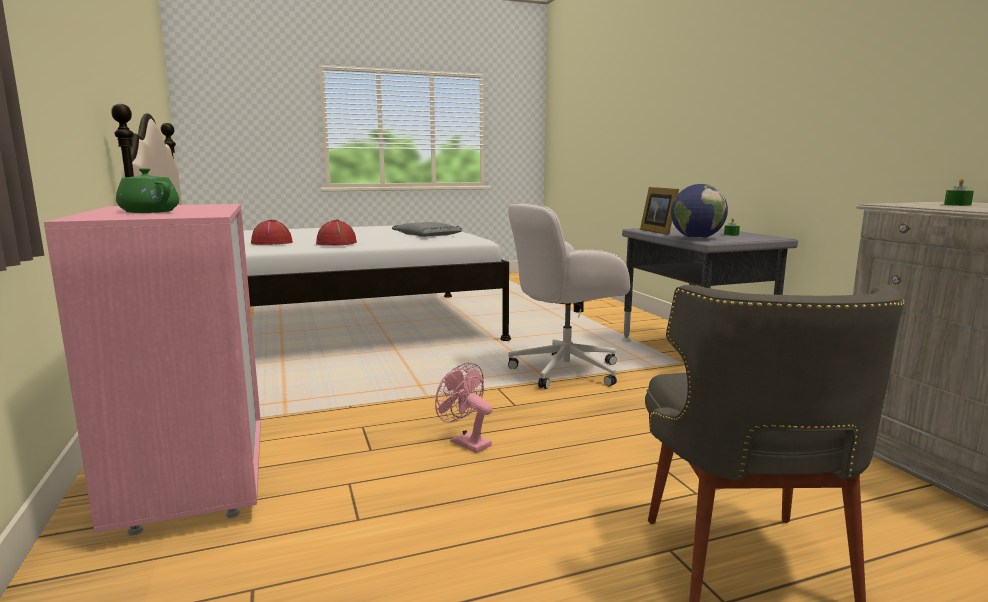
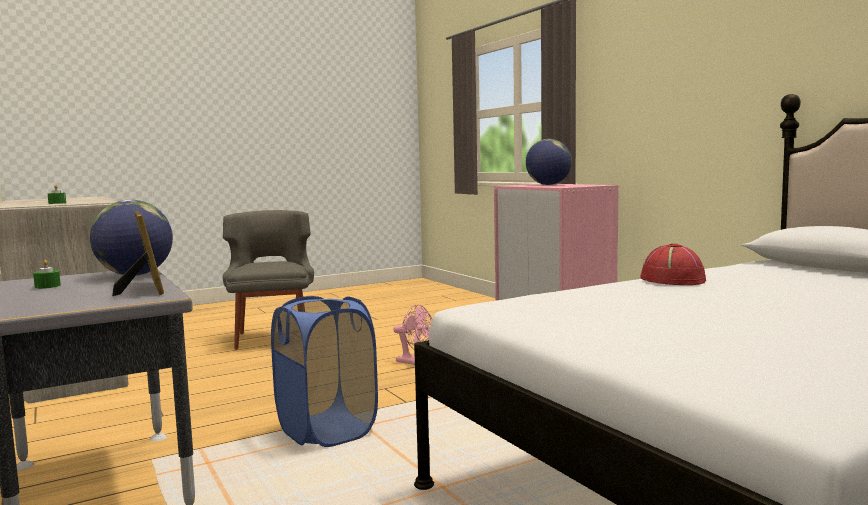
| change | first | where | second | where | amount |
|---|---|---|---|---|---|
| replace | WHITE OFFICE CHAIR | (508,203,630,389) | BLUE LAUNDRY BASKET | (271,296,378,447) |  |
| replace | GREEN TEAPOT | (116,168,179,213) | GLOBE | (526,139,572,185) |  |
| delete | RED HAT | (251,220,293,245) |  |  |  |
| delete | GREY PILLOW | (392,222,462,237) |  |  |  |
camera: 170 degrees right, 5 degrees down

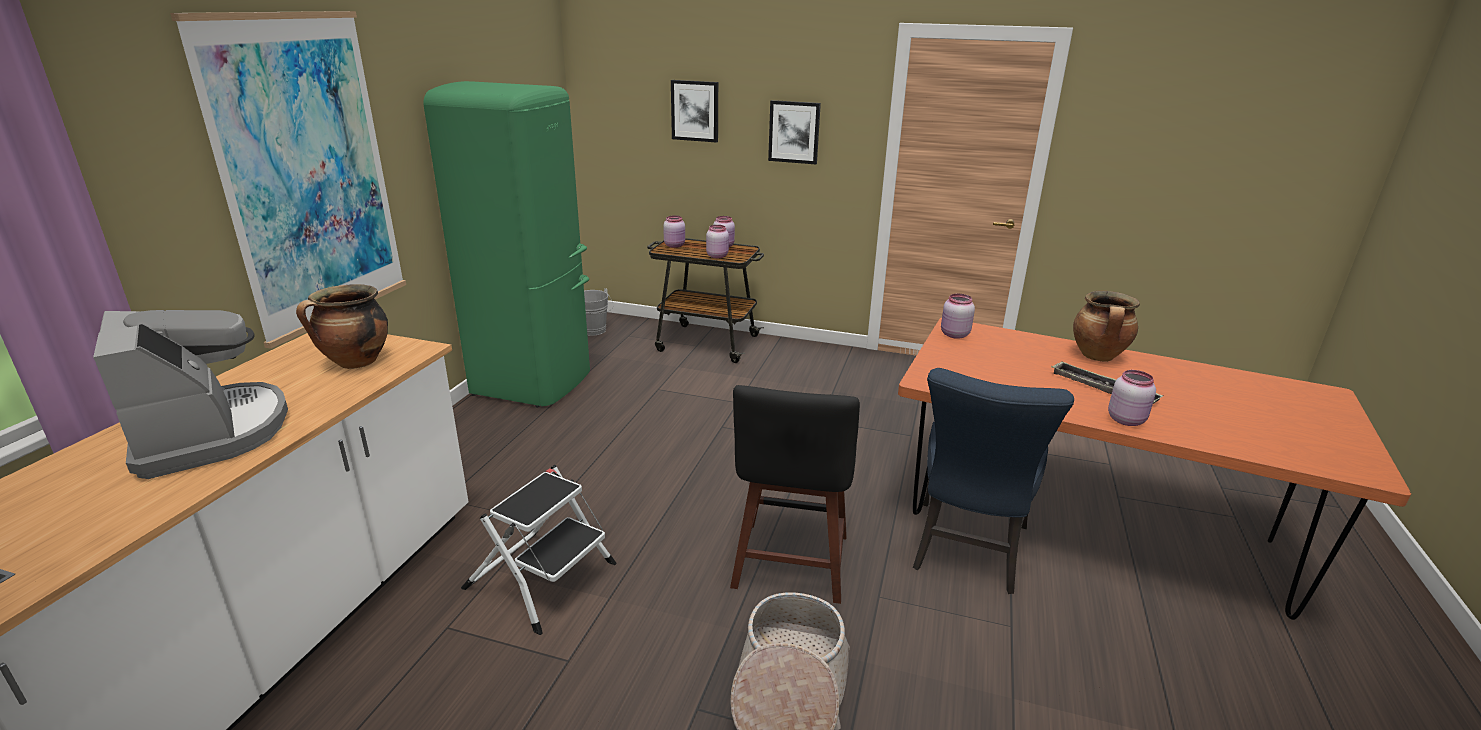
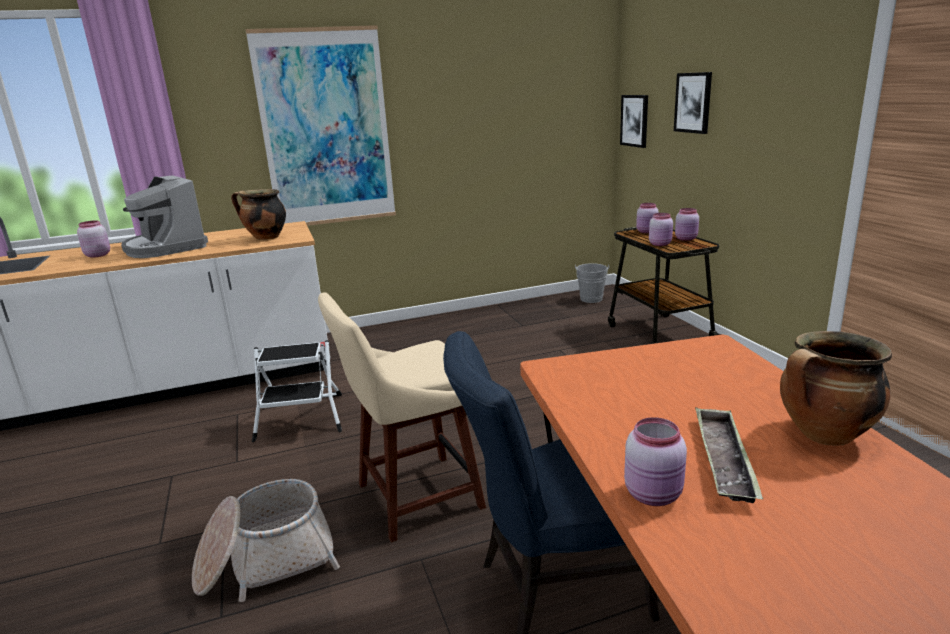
| change | first | where | second | where | amount |
|---|---|---|---|---|---|
| move | PINK JAR | (941,294,975,339) |  | (77,220,110,258) |  |
| rotate | COFFEE MACHINE | (93,310,288,479) |  | (121,175,208,258) | 120 degrees clockwise |
| recolor | BLACK STOOL | (730,385,860,604) | BEIGE STOOL | (318,292,486,542) |  |
| move | PICTURE | (768,100,821,164) |  | (620,95,648,148) |  |
| delete | GREEN FRIDGE | (423,81,590,408) |  |  |  |
camera: 55 degrees right, 5 degrees down

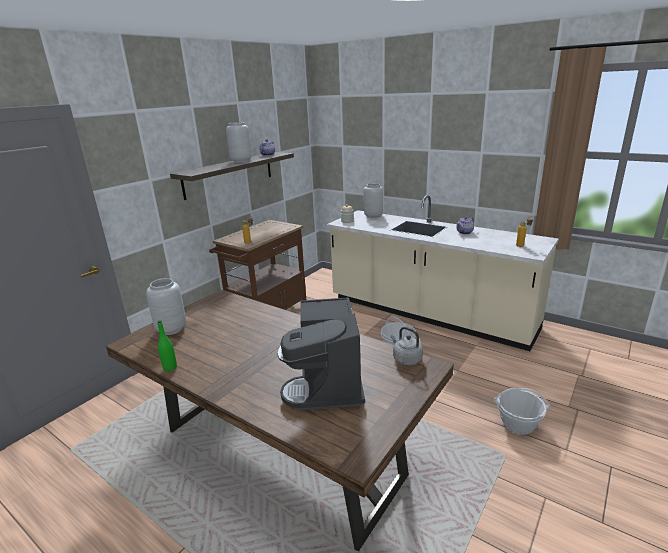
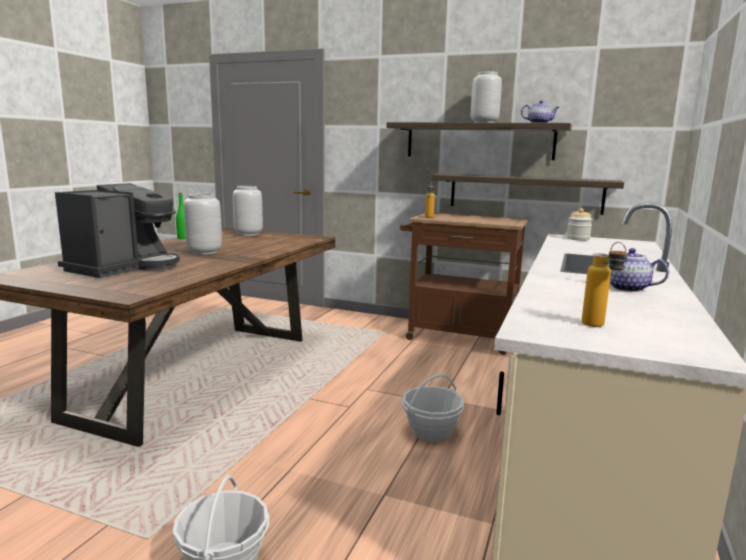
| change | first | where | second | where | amount |
|---|---|---|---|---|---|
| rotate | COFFEE MACHINE | (278,297,365,410) |  | (55,183,180,278) | 135 degrees clockwise |
| move | GREY VASE | (364,183,383,218) |  | (184,193,222,255) |  |
| insert |  |  | SHELF | (432,174,624,215) |  |
| delete | GREY KETTLE | (390,327,423,365) |  |  |  |
camera: 75 degrees right, 10 degrees down

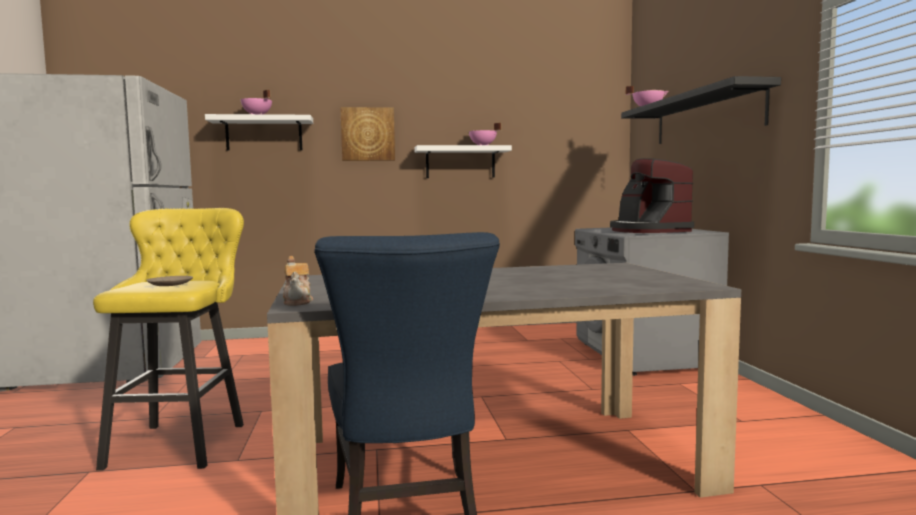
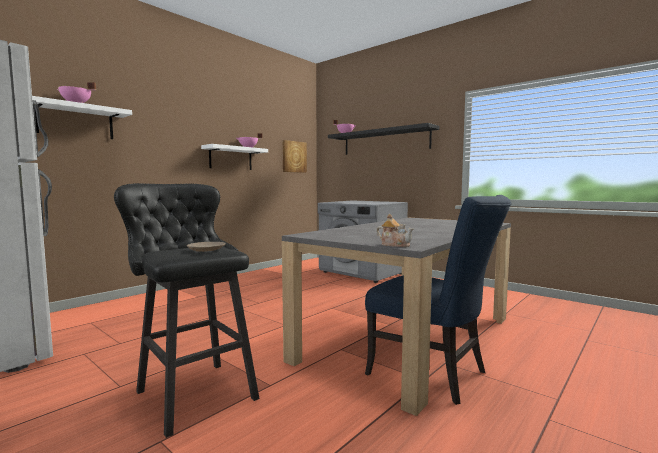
| change | first | where | second | where | amount |
|---|---|---|---|---|---|
| recolor | YELLOW STOOL | (93,208,244,471) | BLACK STOOL | (114,183,260,438) |  |
| move | PICTURE | (340,107,395,161) |  | (283,140,307,173) |  |
| delete | COFFEE MACHINE | (610,158,694,233) |  |  |  |
camera: 40 degrees left, 0 degrees up

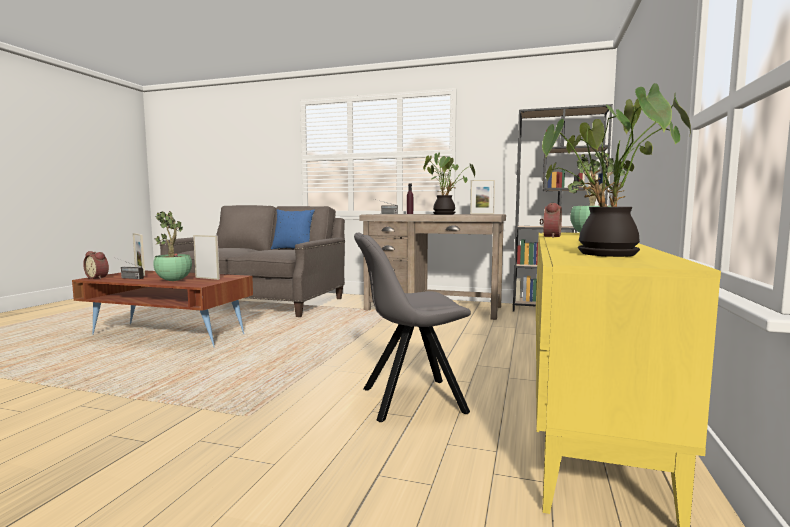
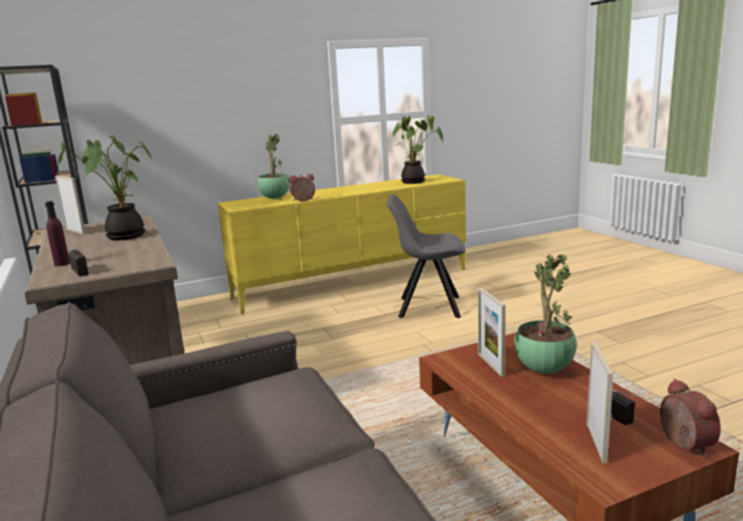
| change | first | where | second | where | amount |
|---|---|---|---|---|---|
| rotate | GREY CHAIR | (354,232,471,422) |  | (387,194,466,318) | 150 degrees clockwise |
| delete | BLUE PILLOW | (271,209,315,249) |  |  |  |
camera: 130 degrees left, 10 degrees up

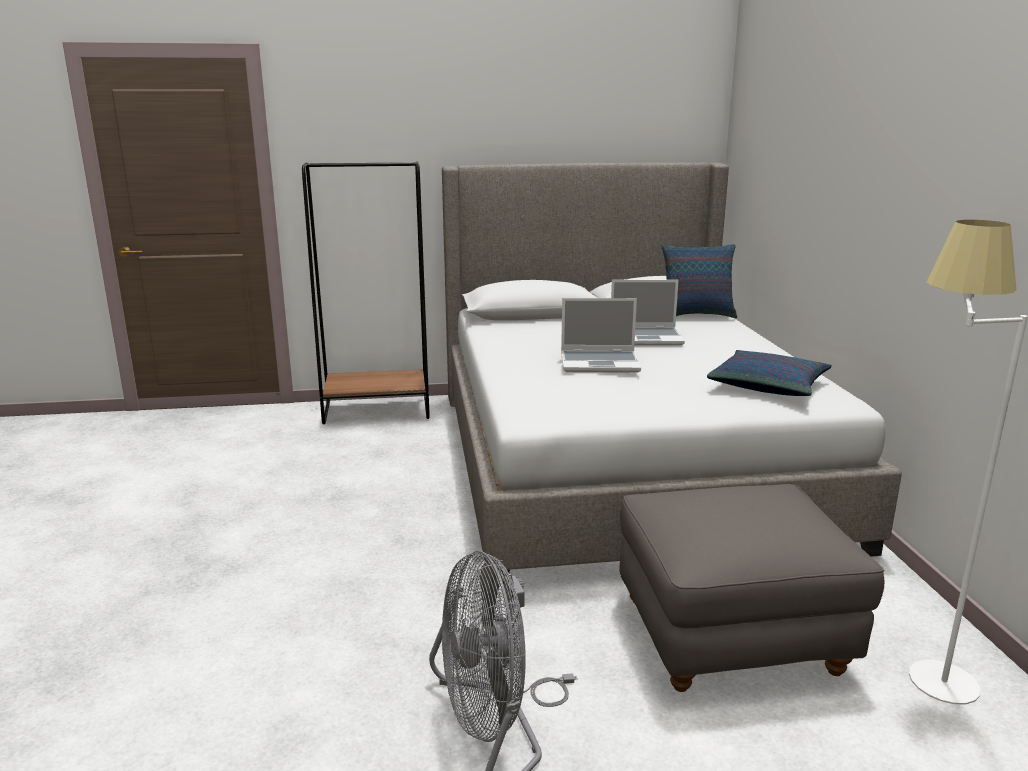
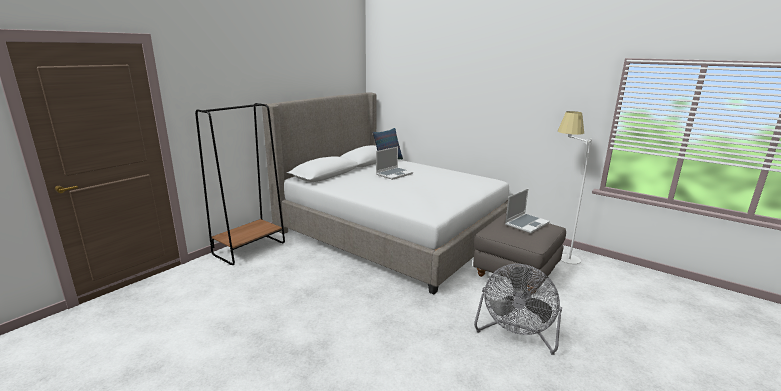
| change | first | where | second | where | amount |
|---|---|---|---|---|---|
| move | LAPTOP | (561,298,641,373) |  | (505,189,550,233) |  |
| delete | BLUE PILLOW | (707,350,832,396) |  |  |  |
camera: 45 degrees left, 0 degrees up

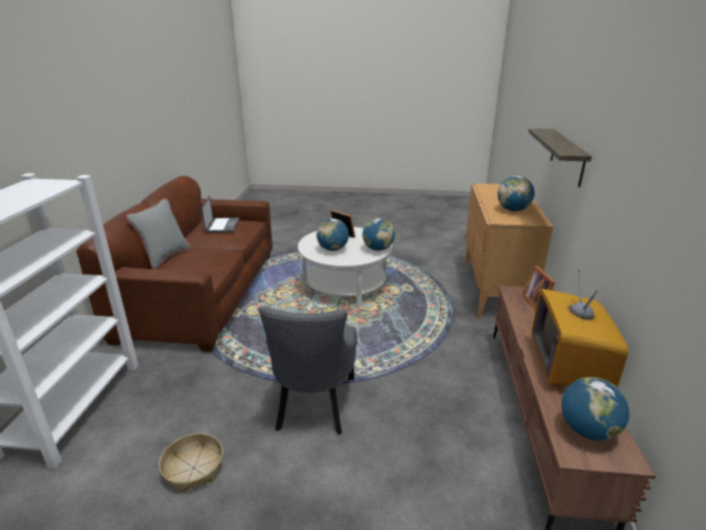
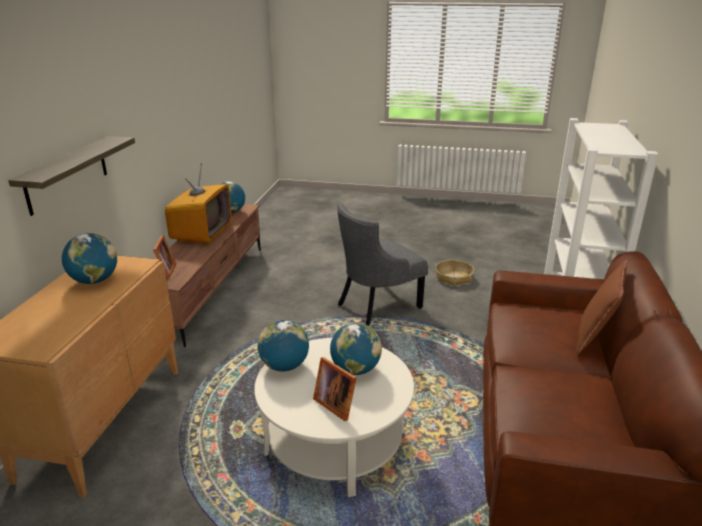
| change | first | where | second | where | amount |
|---|---|---|---|---|---|
| rotate | GREY ARMCHAIR | (258,306,357,435) |  | (337,203,428,326) | 135 degrees counterclockwise |
| recolor | GREY PILLOW | (126,198,190,269) | BROWN PILLOW | (576,260,627,355) |  |
| delete | LAPTOP | (201,196,239,233) |  |  |  |
camera: 175 degrees left, 0 degrees up

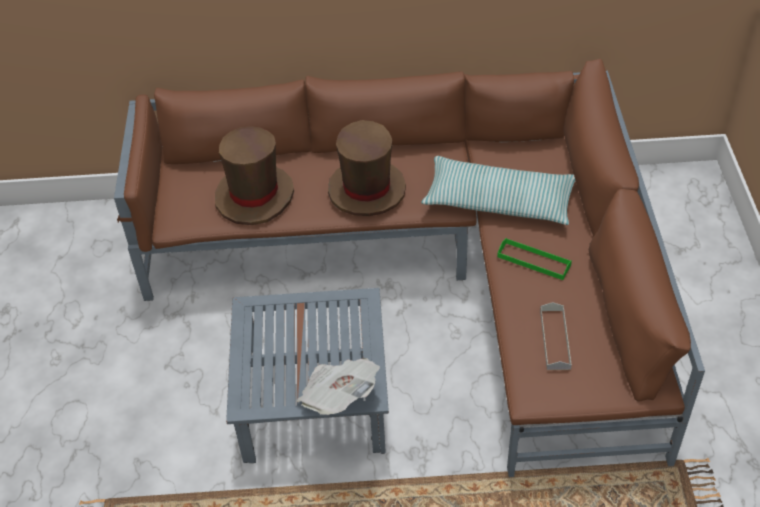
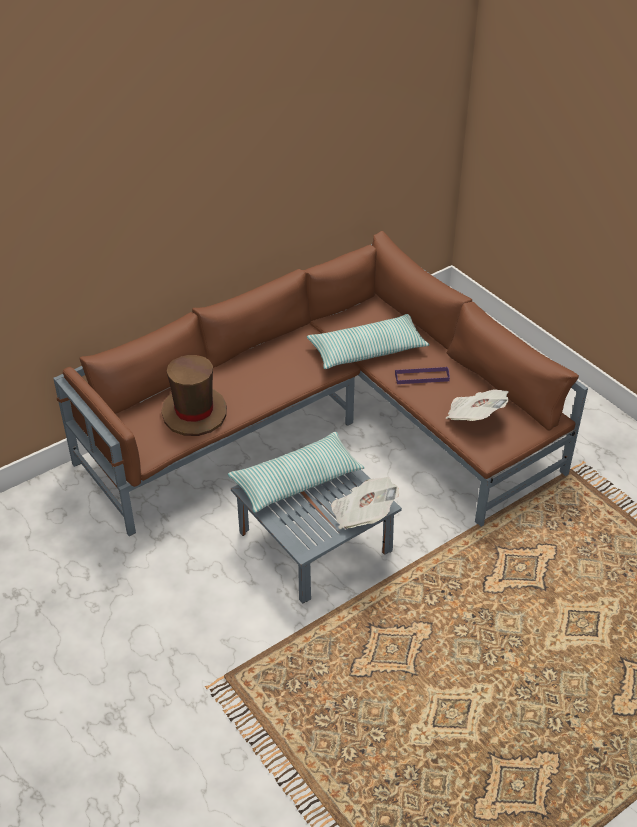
| change | first | where | second | where | amount |
|---|---|---|---|---|---|
| insert |  |  | PILLOW | (228,432,365,513) |  |
| recolor | GREEN TRAY | (497,238,572,280) | PURPLE TRAY | (395,367,450,384) |  |
| replace | GREY TRAY | (540,302,572,370) | NEWSPAPER | (446,389,509,421) |  |
| delete | BROWN HAT | (328,120,406,216) |  |  |  |
camera: 35 degrees left, 5 degrees down

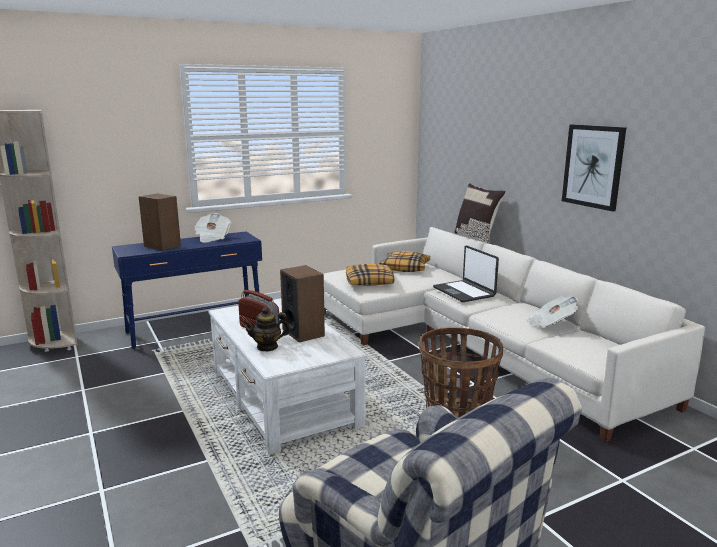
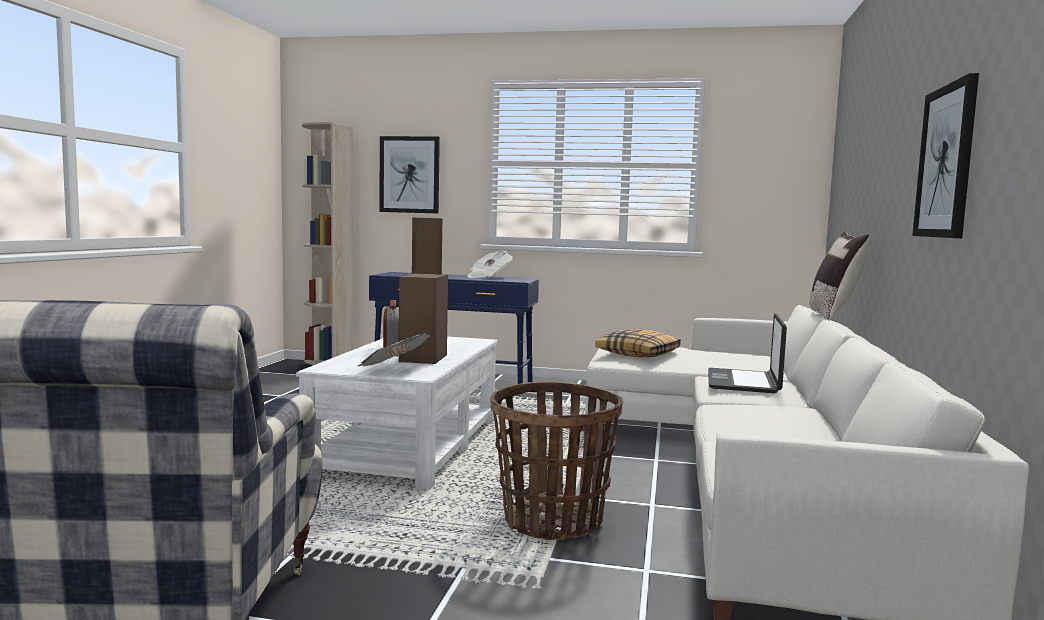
| change | first | where | second | where | amount |
|---|---|---|---|---|---|
| move | NEWSPAPER | (527,296,579,328) |  | (358,333,430,367) |  |
| insert |  |  | PICTURE | (379,136,440,214) |  |
| delete | TEAPOT | (243,307,290,351) |  |  |  |
| delete | PILLOW | (380,251,430,272) |  |  |  |
camera: 40 degrees right, 10 degrees down

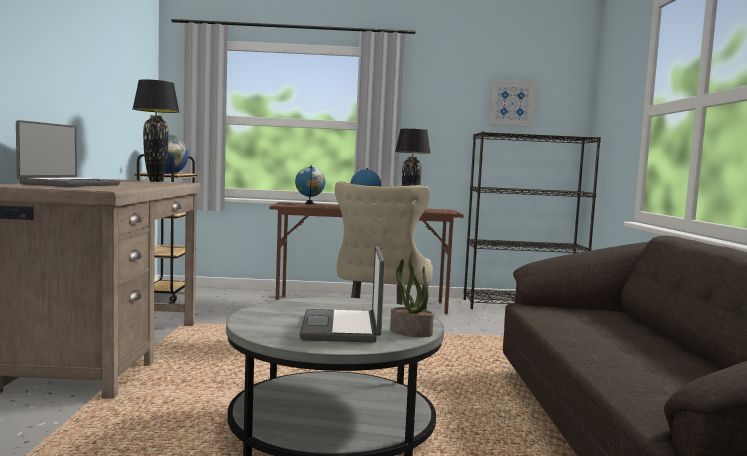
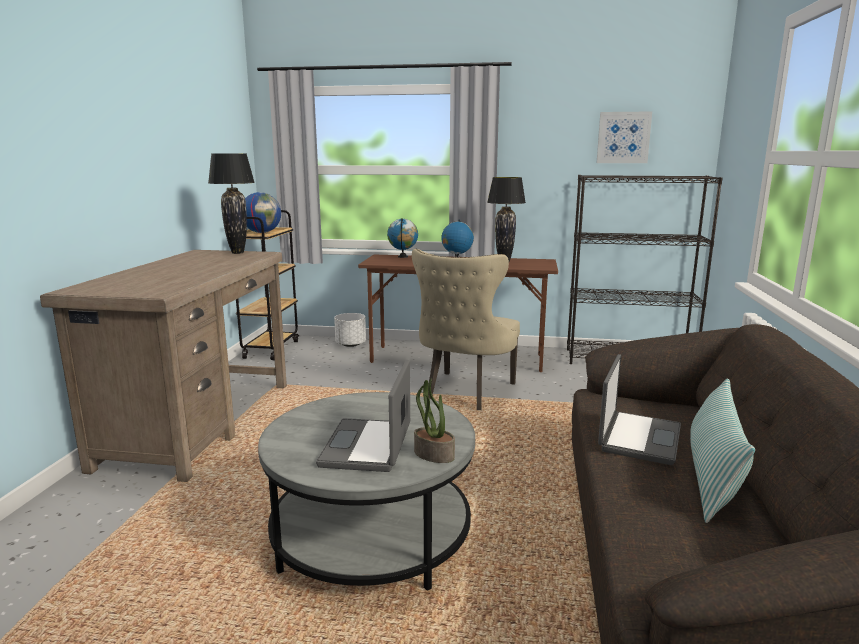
| change | first | where | second | where | amount |
|---|---|---|---|---|---|
| insert |  |  | WHITE PLANTER | (334,313,366,347) |  |
| move | LAPTOP | (16,120,120,187) |  | (598,354,681,465) |  |
| insert |  |  | PILLOW | (690,378,755,523) |  |
camera: 10 degrees right, 10 degrees up

